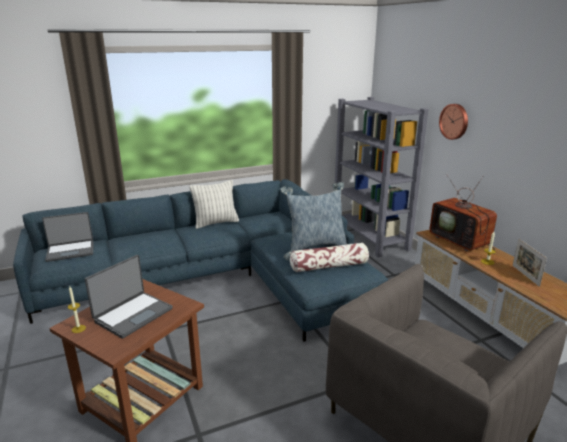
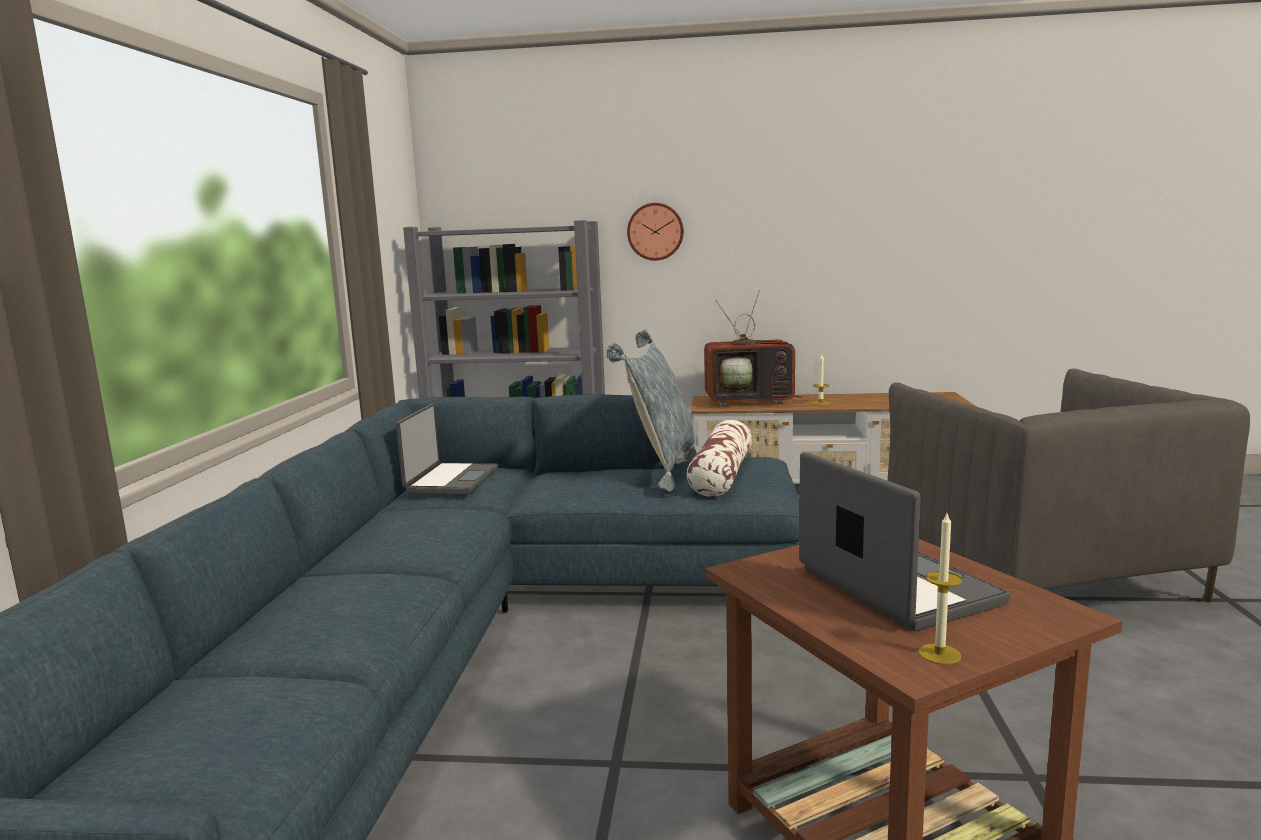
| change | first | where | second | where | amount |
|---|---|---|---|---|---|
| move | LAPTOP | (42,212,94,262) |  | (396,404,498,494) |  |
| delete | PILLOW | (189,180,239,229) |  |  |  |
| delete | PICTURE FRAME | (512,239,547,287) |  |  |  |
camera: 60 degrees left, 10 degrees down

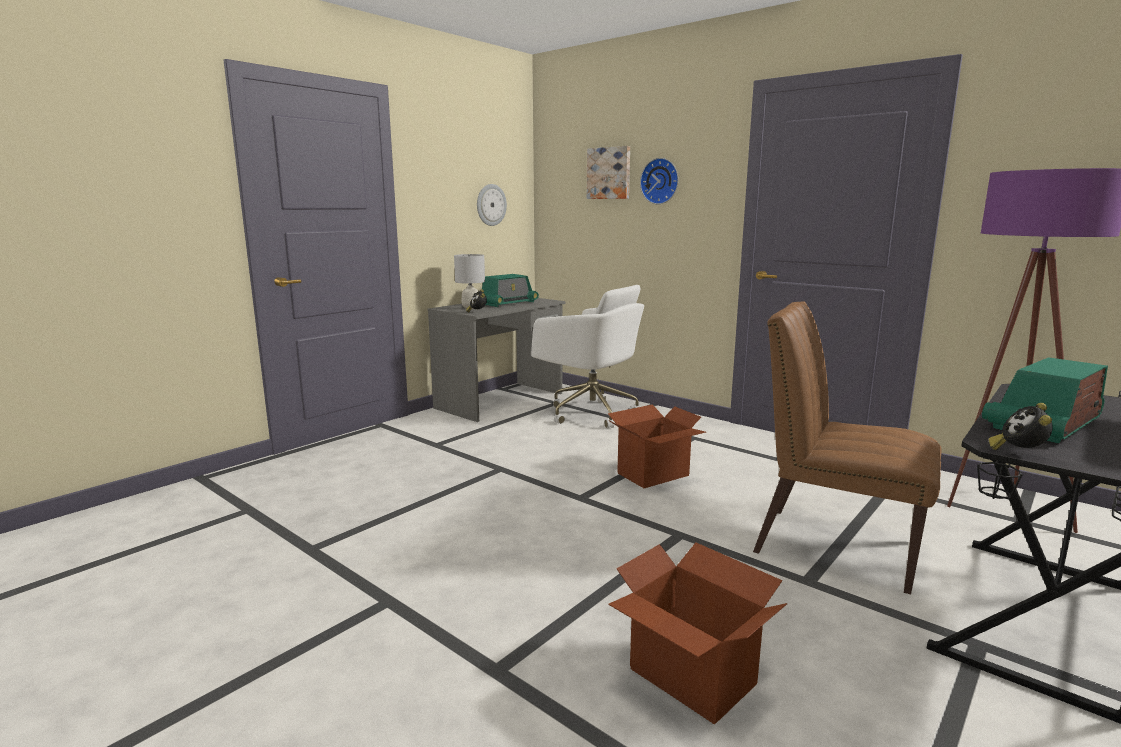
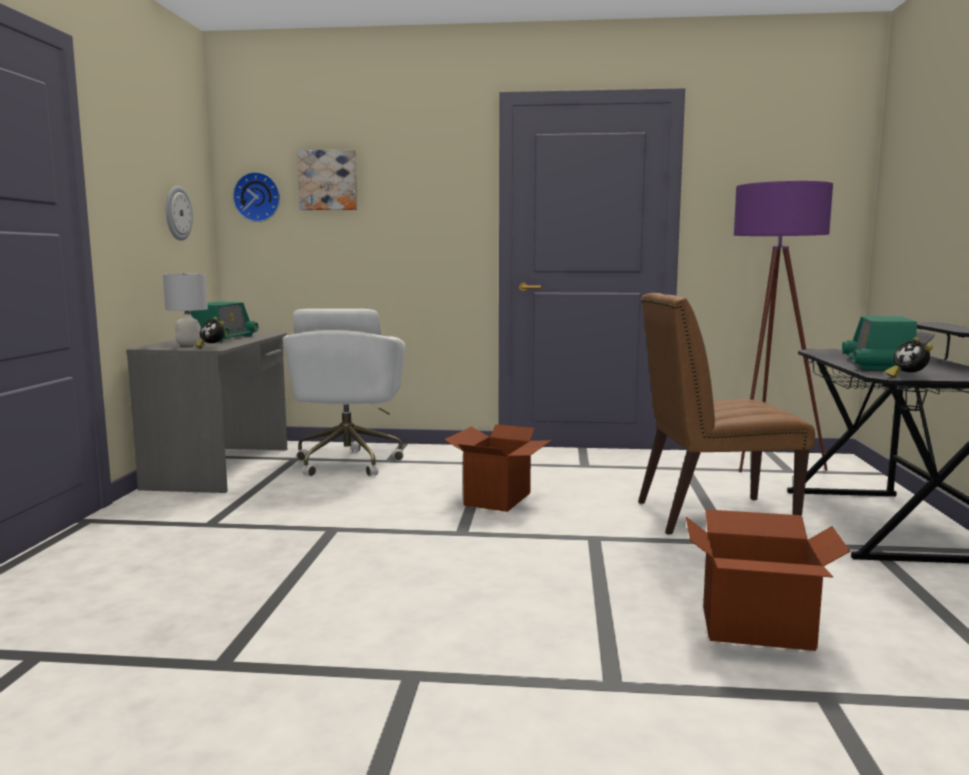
| change | first | where | second | where | amount |
|---|---|---|---|---|---|
| move | WALL CLOCK | (640,158,679,204) |  | (233,172,280,222) |  |
| rotate | WHITE OFFICE CHAIR | (531,285,644,428) |  | (283,309,405,476) | 90 degrees clockwise |
camera: 35 degrees left, 5 degrees down

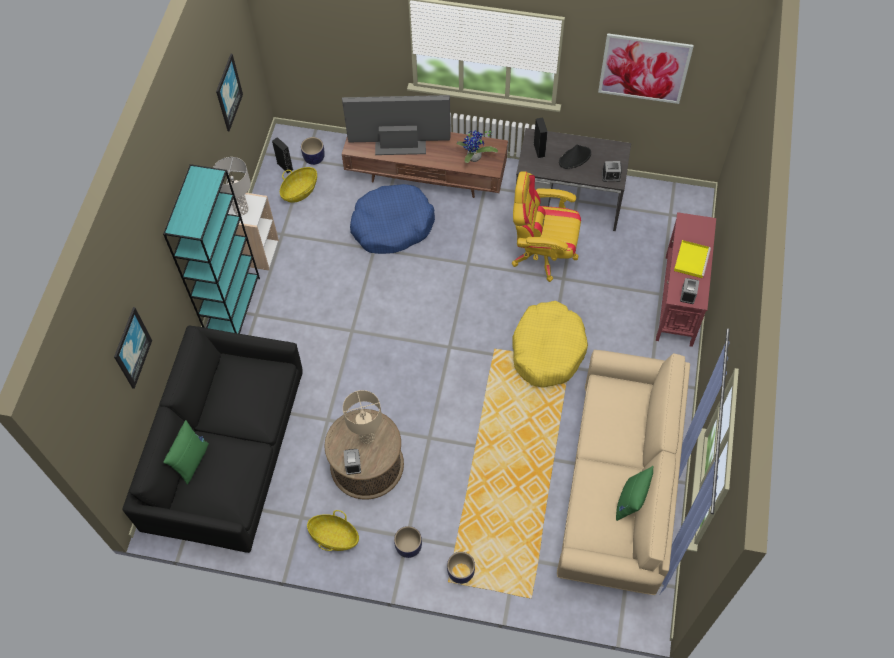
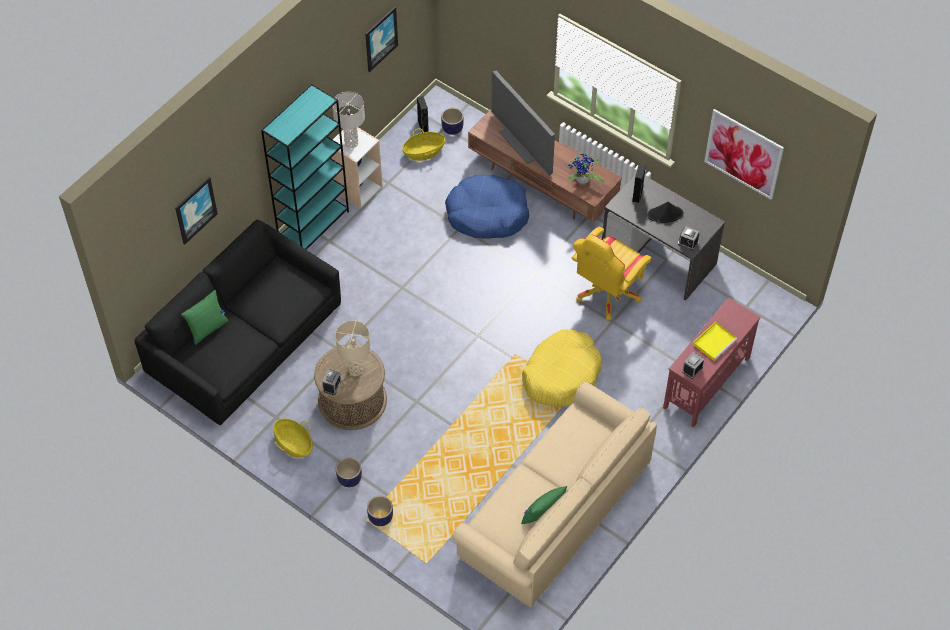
| change | first | where | second | where | amount |
|---|---|---|---|---|---|
| rotate | TELEVISION | (342,95,451,155) |  | (491,71,555,176) | 150 degrees counterclockwise |
| rotate | YELLOW OFFICE CHAIR | (512,171,581,282) |  | (572,227,651,320) | 90 degrees counterclockwise |
camera: 25 degrees right, 5 degrees down

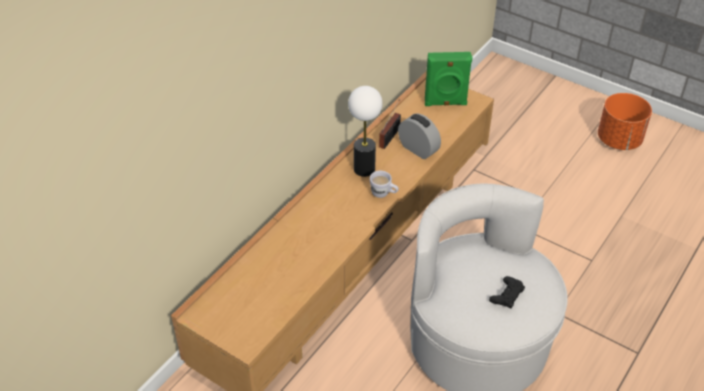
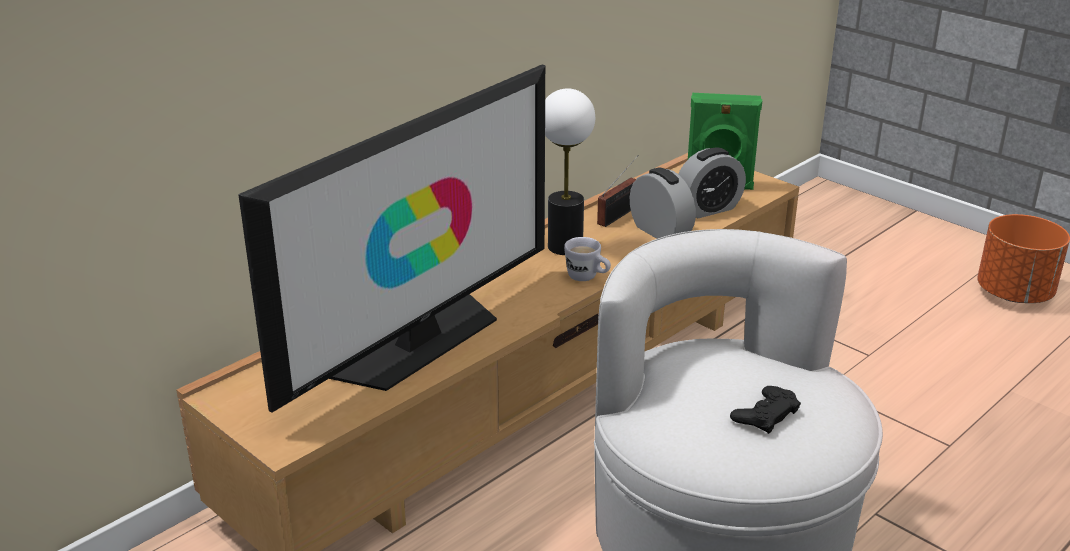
| change | first | where | second | where | amount |
|---|---|---|---|---|---|
| insert |  |  | TELEVISION | (238,64,545,413) |  |
| insert |  |  | ALARM CLOCK | (678,148,746,218) |  |
camera: 10 degrees right, 15 degrees down

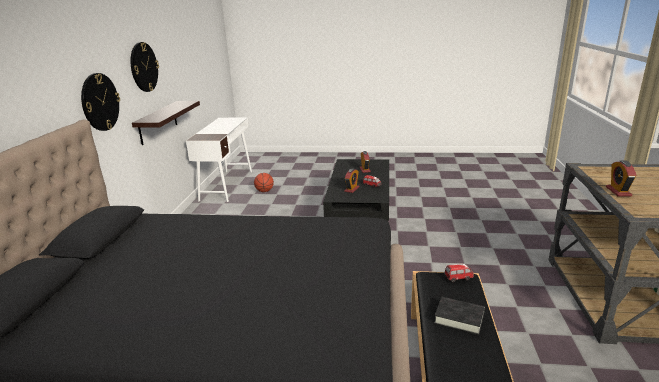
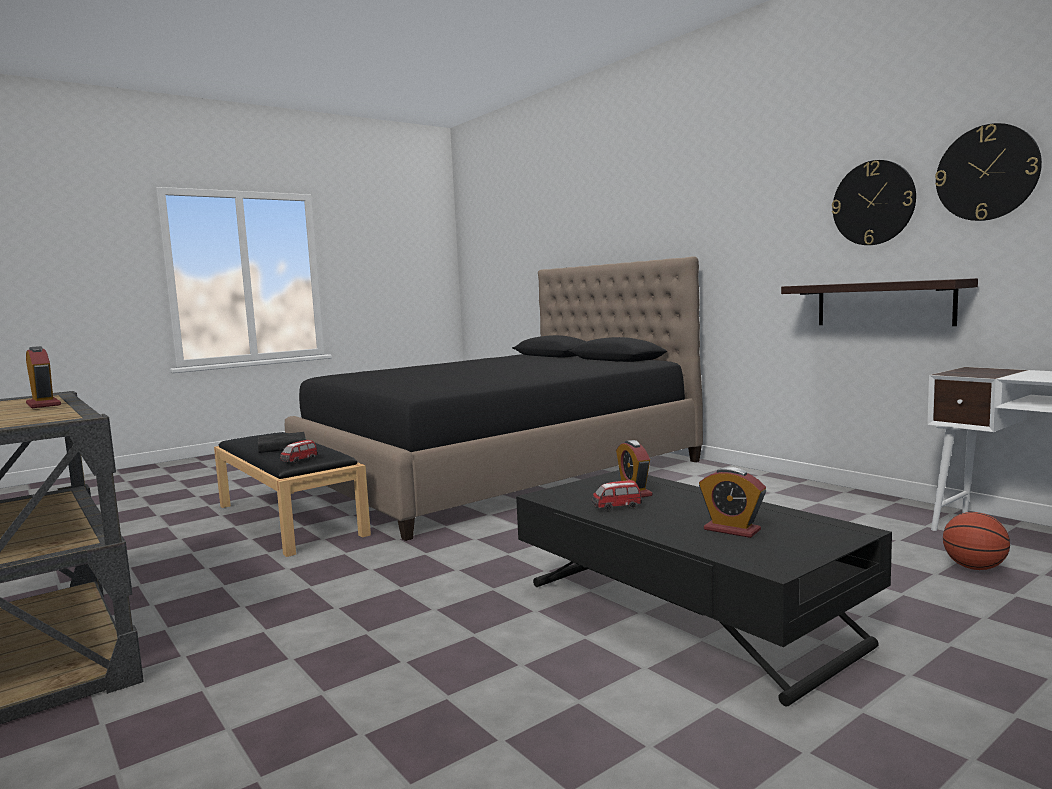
| change | first | where | second | where | amount |
|---|---|---|---|---|---|
| move | WALL CLOCK | (81,73,120,131) |  | (935,123,1042,221) |  |
camera: 135 degrees right, 15 degrees down

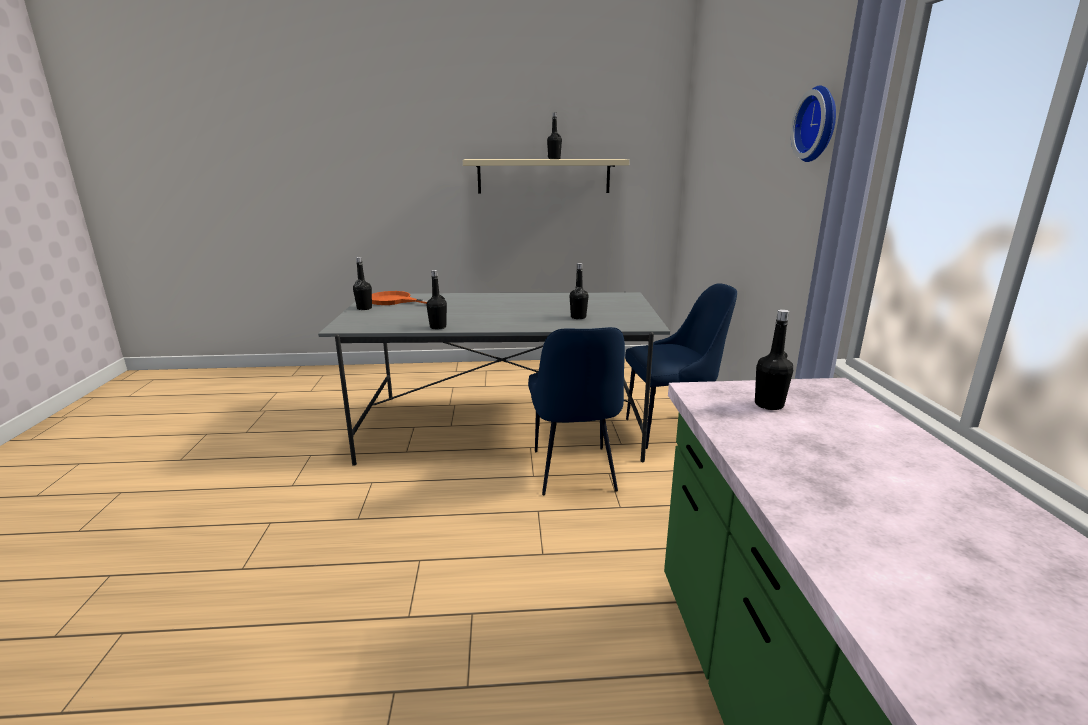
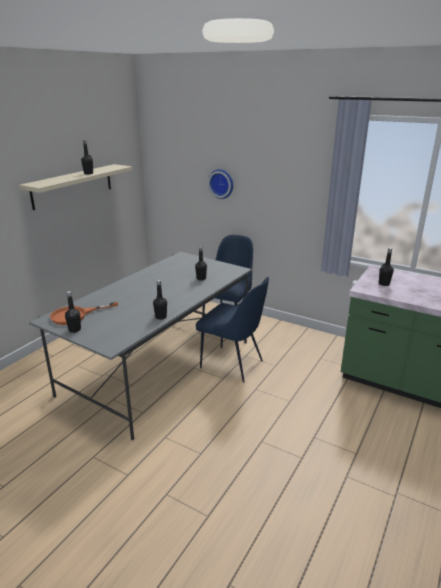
| change | first | where | second | where | amount |
|---|---|---|---|---|---|
| move | WALL CLOCK | (791,85,836,162) |  | (208,169,233,199) |  |
camera: 55 degrees left, 5 degrees up

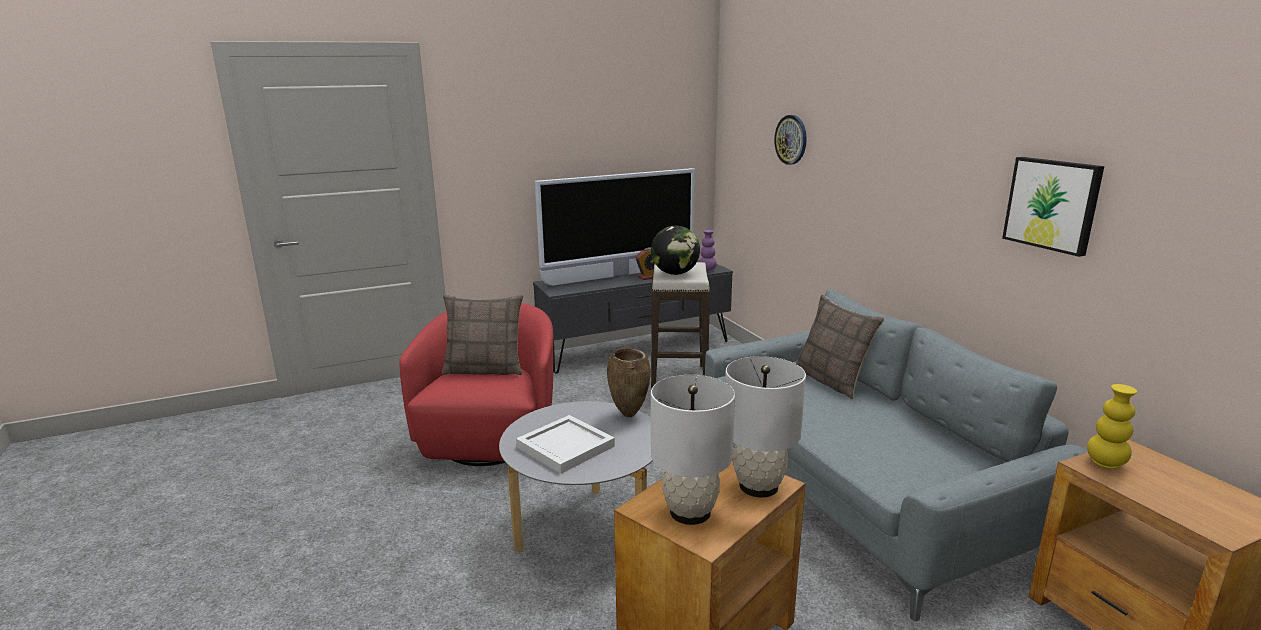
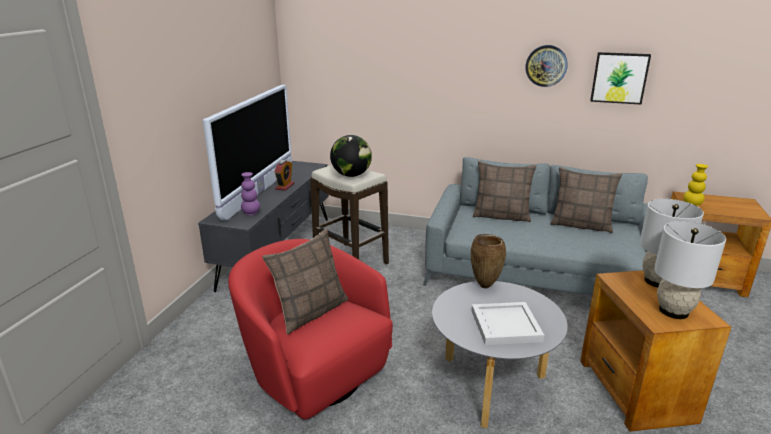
| change | first | where | second | where | amount |
|---|---|---|---|---|---|
| move | PURPLE VASE | (699,230,717,272) |  | (241,172,260,215) |  |
| move | WALL CLOCK | (774,115,807,165) |  | (525,45,568,87) |  |
| insert |  |  | PILLOW | (551,167,622,233) |  |
camera: 50 degrees left, 5 degrees up

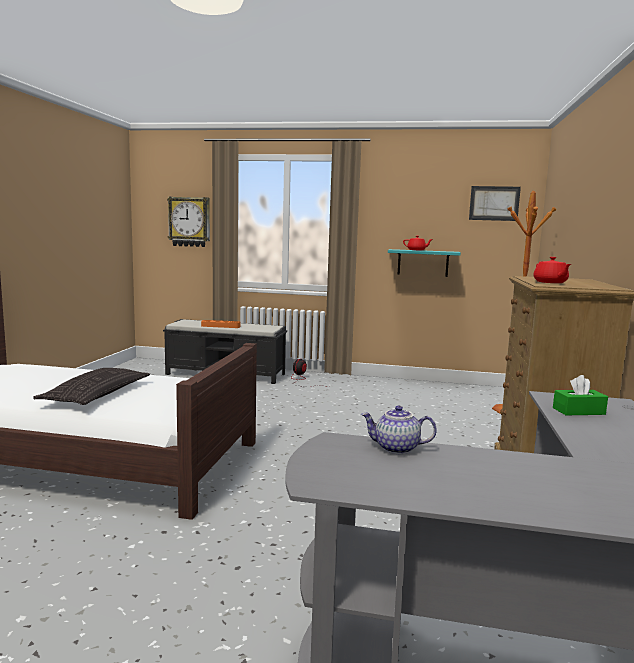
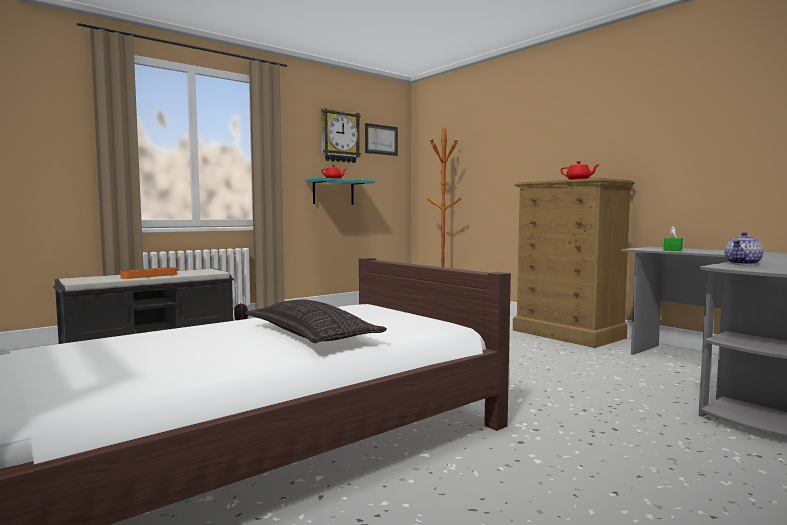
| change | first | where | second | where | amount |
|---|---|---|---|---|---|
| move | WALL CLOCK | (167,197,210,247) |  | (321,108,361,163) |  |
camera: 50 degrees left, 5 degrees down

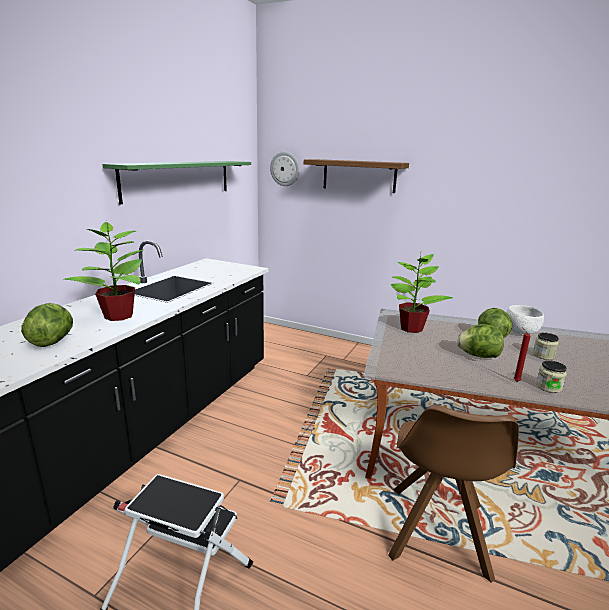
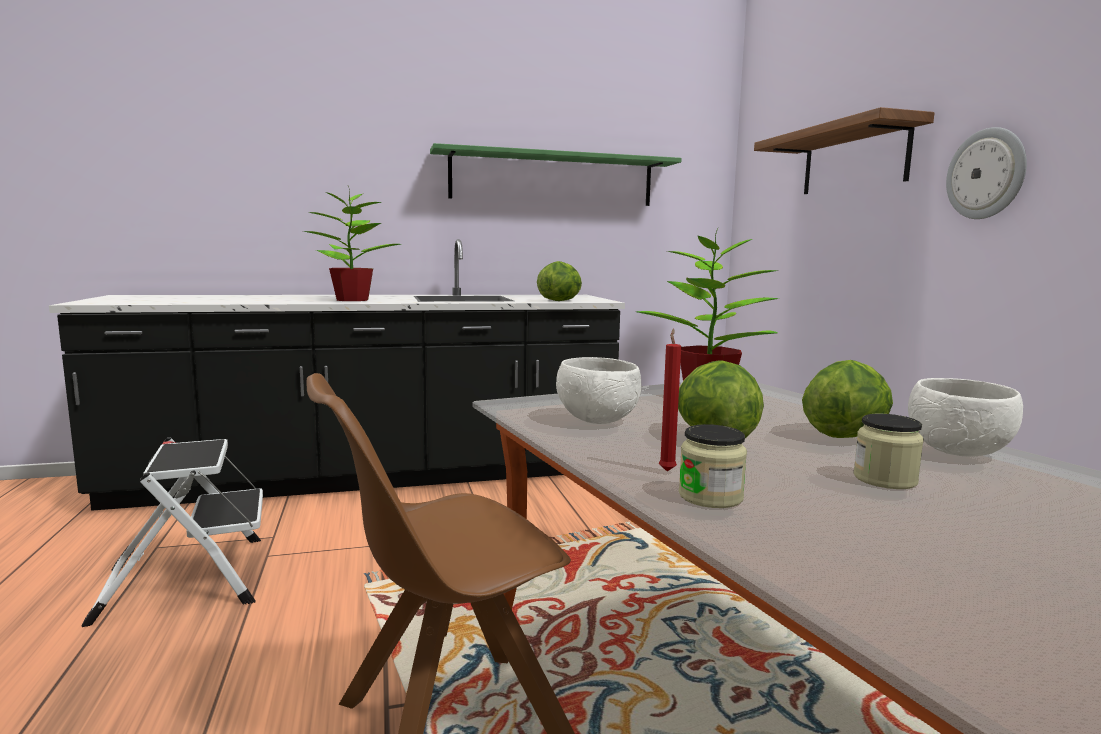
| change | first | where | second | where | amount |
|---|---|---|---|---|---|
| move | LETTUCE | (21,303,73,347) |  | (537,261,582,301) |  |
| insert |  |  | WHITE BOWL | (556,357,641,424) |  |
| move | WALL CLOCK | (270,152,300,186) |  | (946,127,1027,219) |  |
camera: 50 degrees right, 10 degrees down

